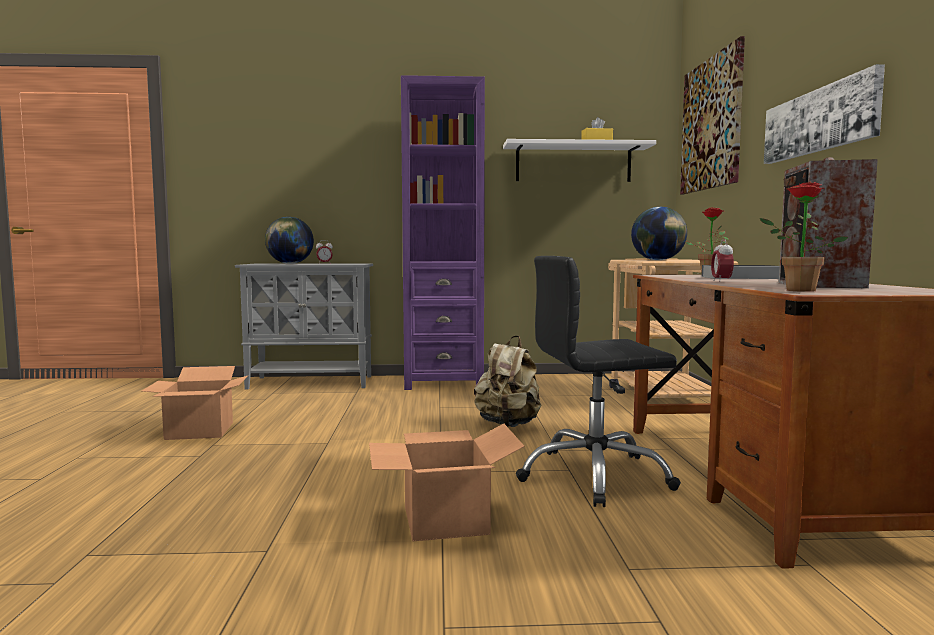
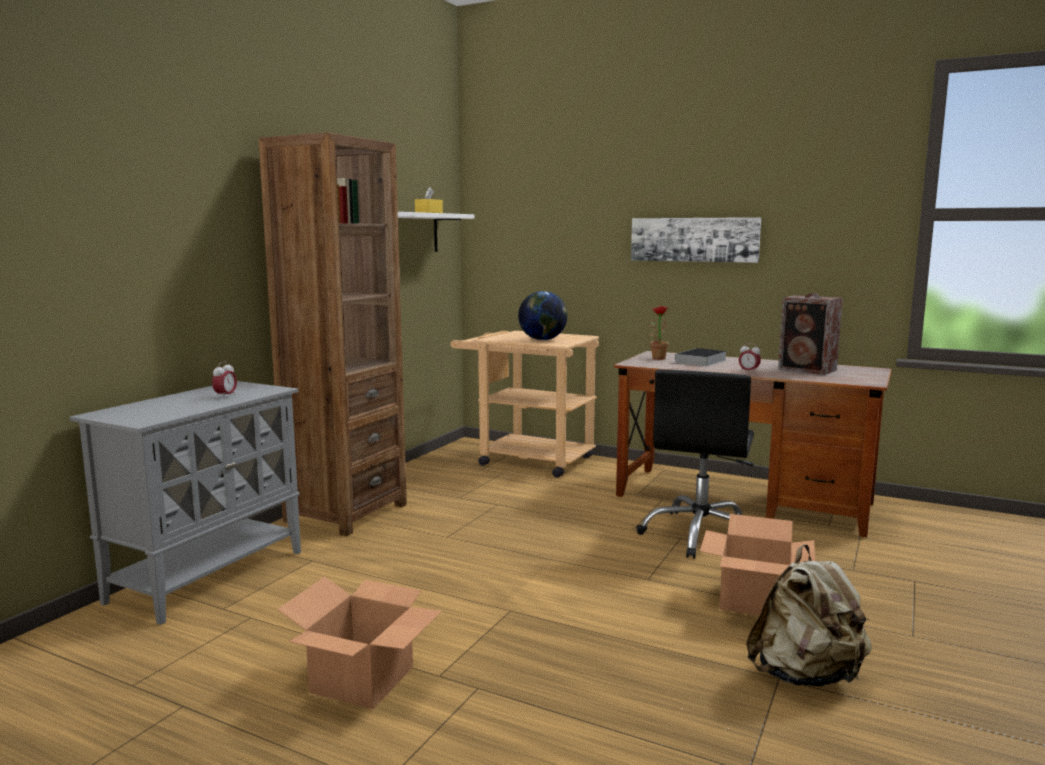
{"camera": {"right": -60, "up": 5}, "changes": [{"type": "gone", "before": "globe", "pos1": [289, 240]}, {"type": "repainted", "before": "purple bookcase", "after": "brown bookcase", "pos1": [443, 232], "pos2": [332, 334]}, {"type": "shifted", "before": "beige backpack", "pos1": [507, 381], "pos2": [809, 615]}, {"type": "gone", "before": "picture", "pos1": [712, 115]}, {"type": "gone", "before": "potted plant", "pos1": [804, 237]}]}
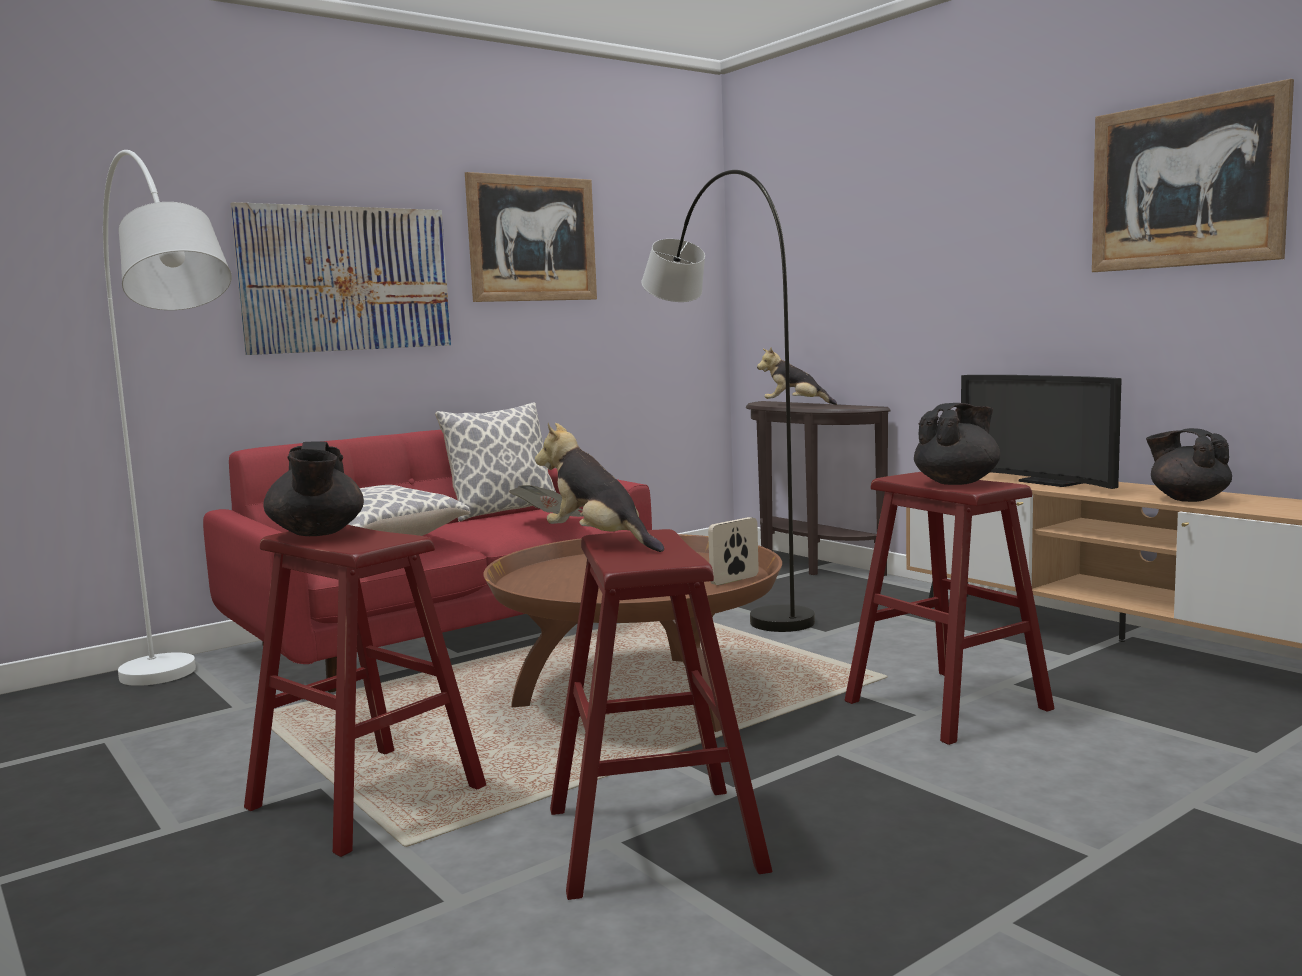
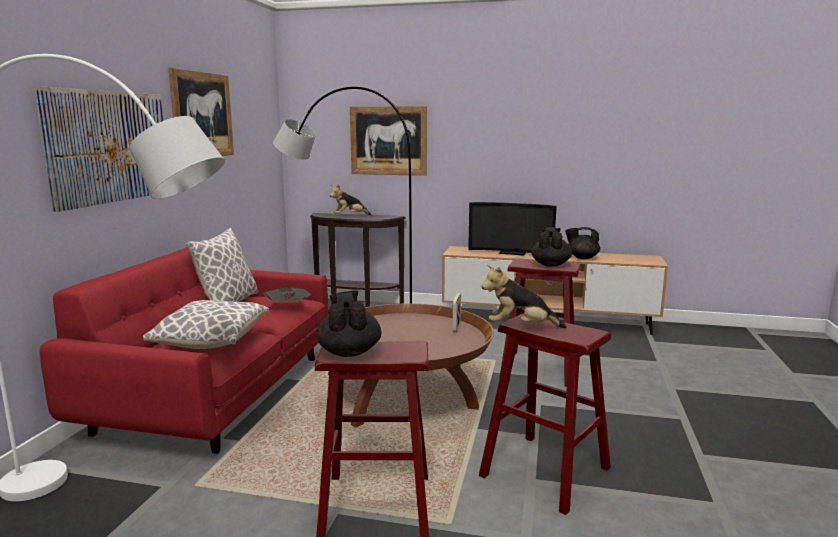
{"camera": {"right": -40, "up": 5}, "changes": [{"type": "rotated", "before": "black teapot", "pos1": [313, 488], "pos2": [349, 323], "turn": -135}, {"type": "shifted", "before": "picture", "pos1": [1193, 175], "pos2": [388, 141]}]}
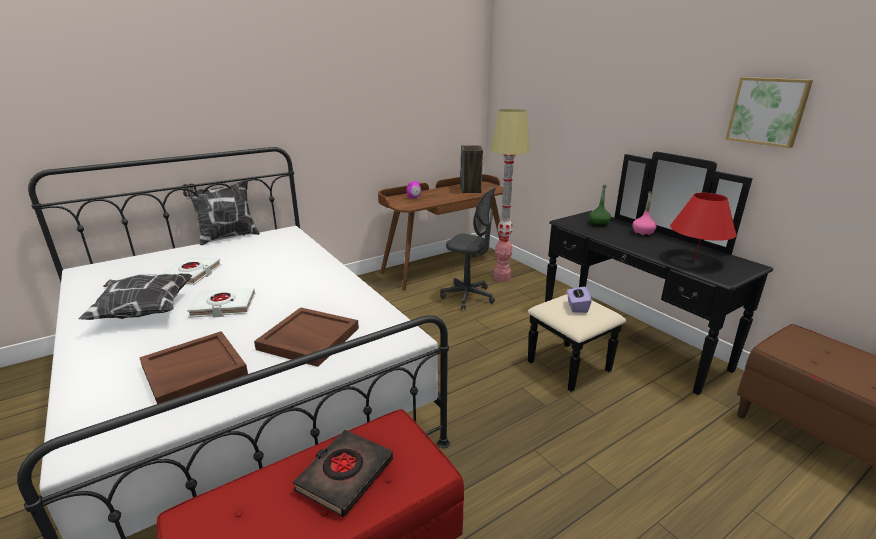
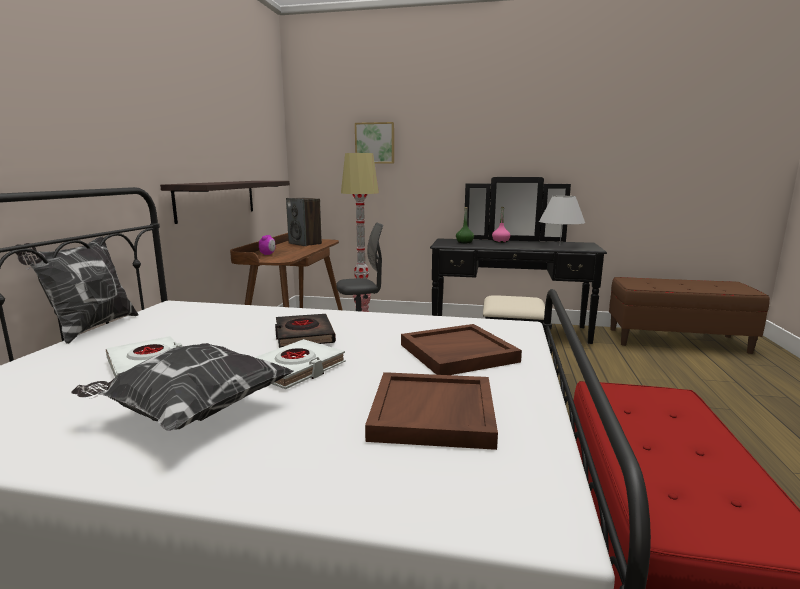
{"camera": {"right": -45, "up": -10}, "changes": [{"type": "shifted", "before": "black book", "pos1": [343, 473], "pos2": [305, 331]}, {"type": "gone", "before": "purple tissue box", "pos1": [579, 300]}, {"type": "repainted", "before": "red table lamp", "after": "white table lamp", "pos1": [703, 226], "pos2": [562, 219]}, {"type": "shifted", "before": "picture", "pos1": [769, 112], "pos2": [374, 143]}, {"type": "new", "after": "shelf", "pos2": [225, 202]}]}
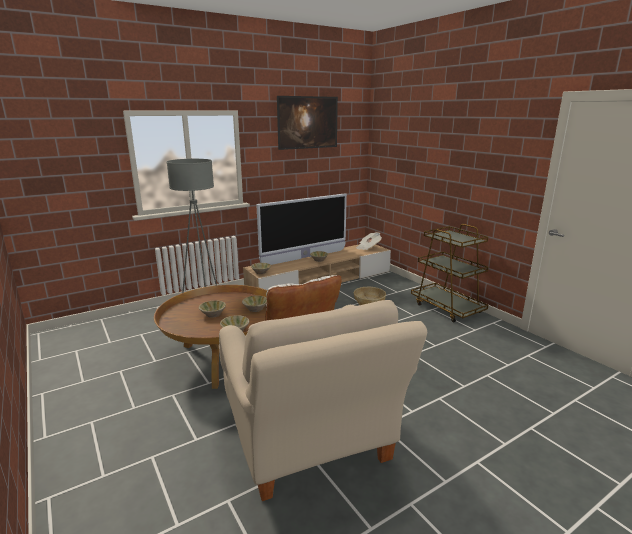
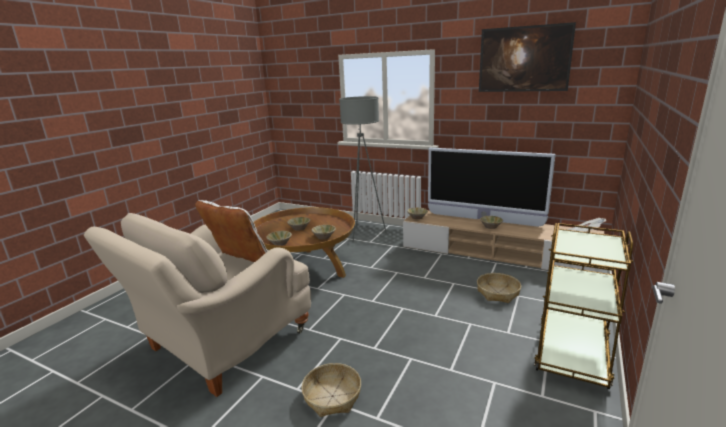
{"camera": {"right": 60, "up": 0}, "changes": [{"type": "new", "after": "basket", "pos2": [331, 390]}]}
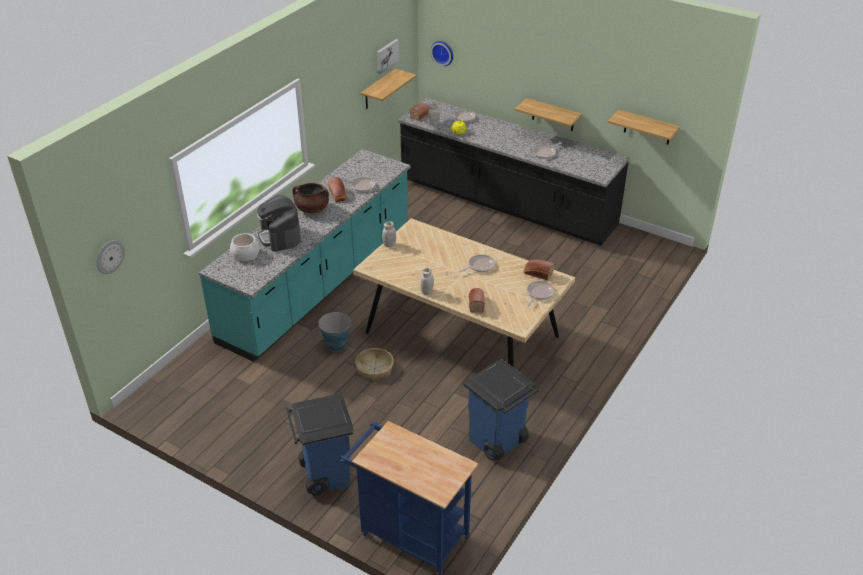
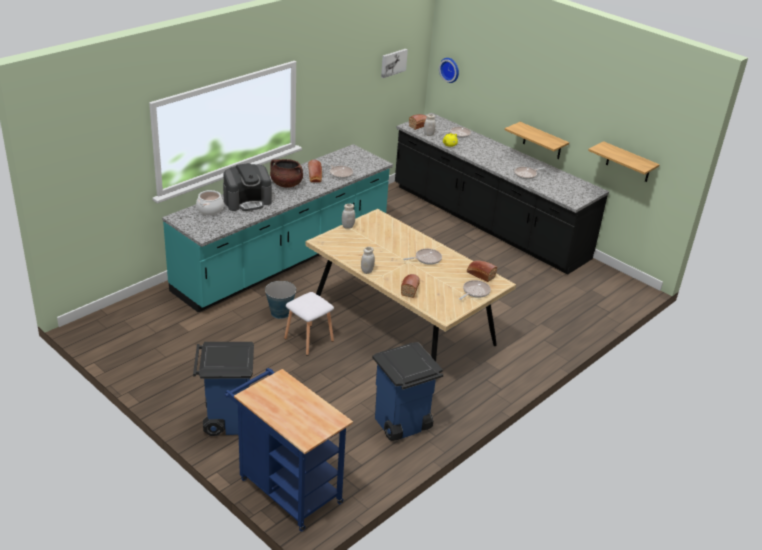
{"camera": {"right": 10, "up": -5}, "changes": [{"type": "gone", "before": "wall clock", "pos1": [110, 257]}, {"type": "rotated", "before": "coffee machine", "pos1": [279, 223], "pos2": [247, 187], "turn": -105}, {"type": "swapped", "before": "basket", "after": "white stool", "pos1": [374, 364], "pos2": [309, 324]}, {"type": "gone", "before": "shelf", "pos1": [389, 89]}]}
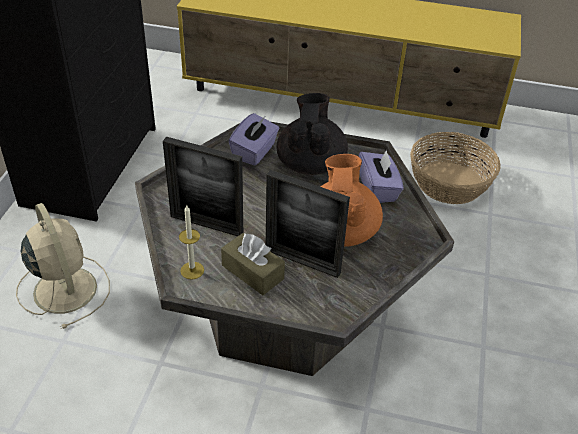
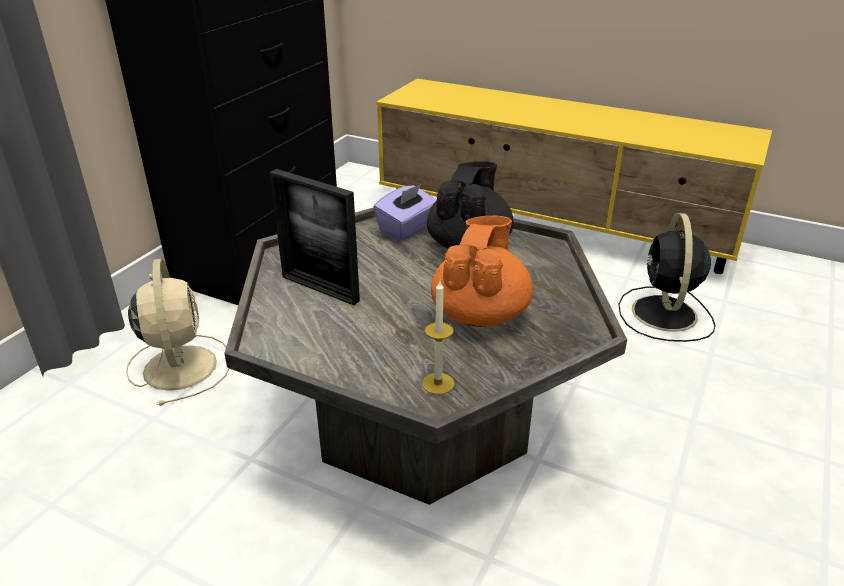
{"camera": {"right": 15, "up": -10}, "changes": [{"type": "shifted", "before": "candle", "pos1": [191, 242], "pos2": [438, 338]}, {"type": "gone", "before": "brown tissue box", "pos1": [253, 264]}, {"type": "gone", "before": "picture frame", "pos1": [308, 224]}, {"type": "gone", "before": "purple tissue box", "pos1": [381, 176]}, {"type": "swapped", "before": "basket", "after": "black fan", "pos1": [455, 168], "pos2": [667, 277]}]}
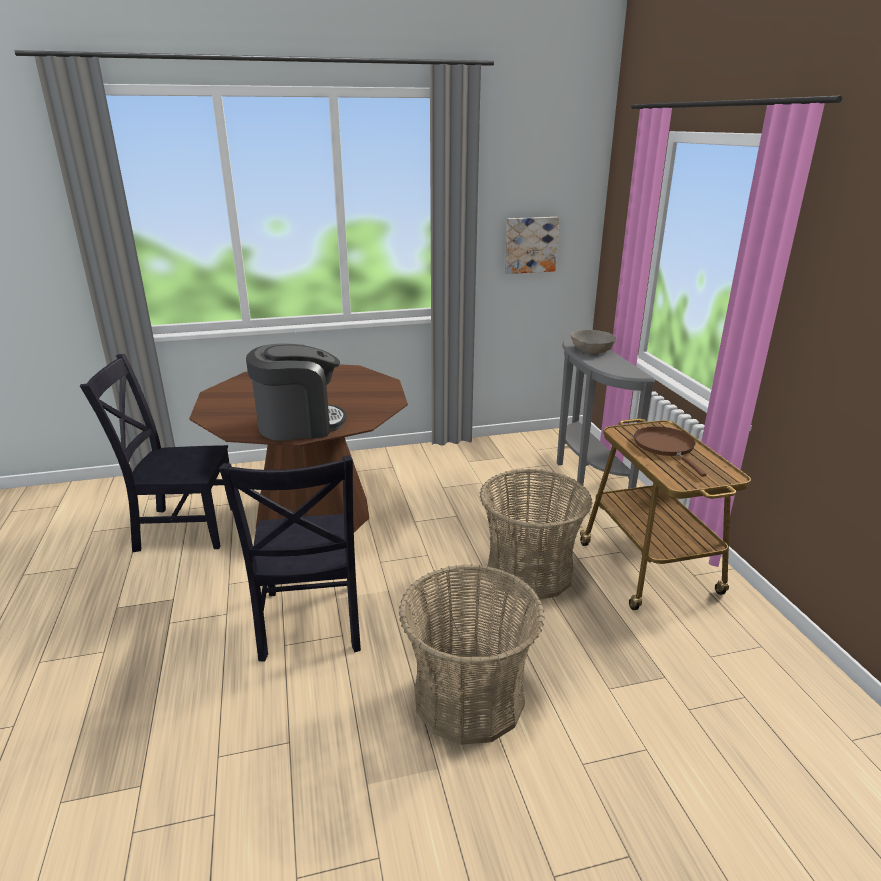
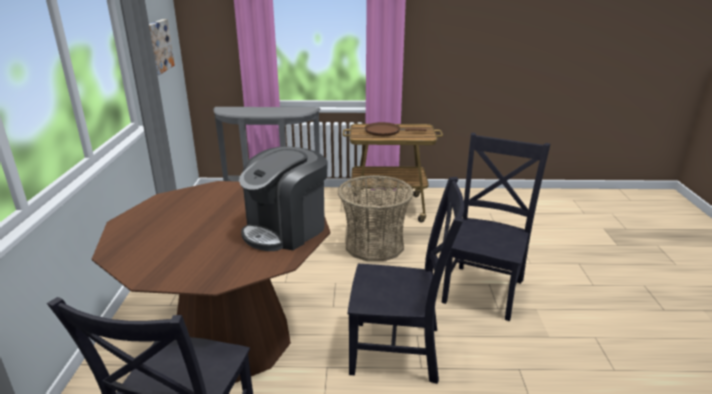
{"camera": {"right": -75, "up": 0}, "changes": [{"type": "rotated", "before": "coffee machine", "pos1": [296, 392], "pos2": [283, 198], "turn": -135}, {"type": "swapped", "before": "basket", "after": "black chair", "pos1": [471, 654], "pos2": [495, 227]}, {"type": "gone", "before": "grey bowl", "pos1": [593, 341]}]}
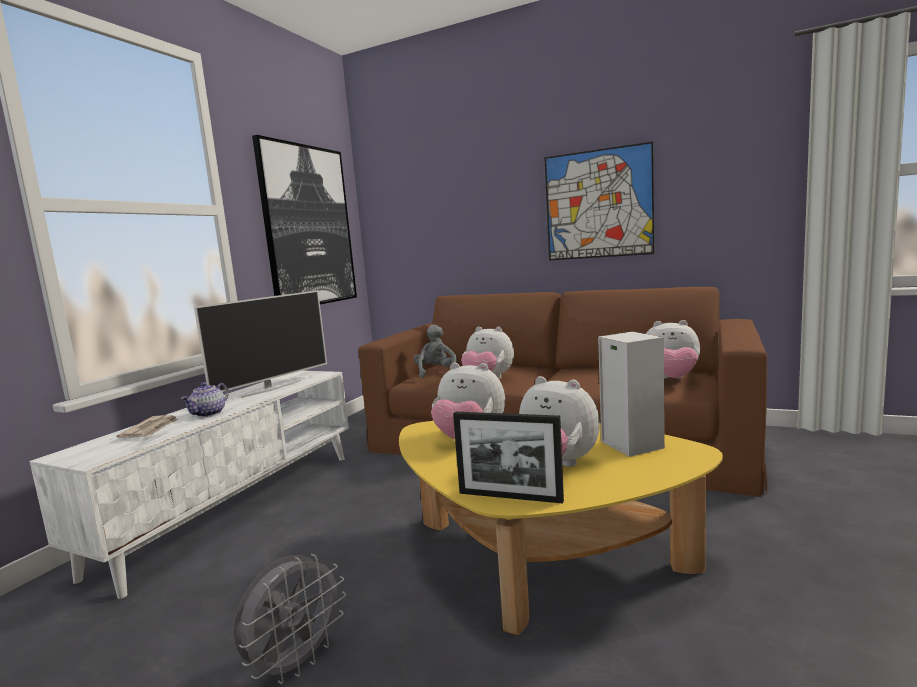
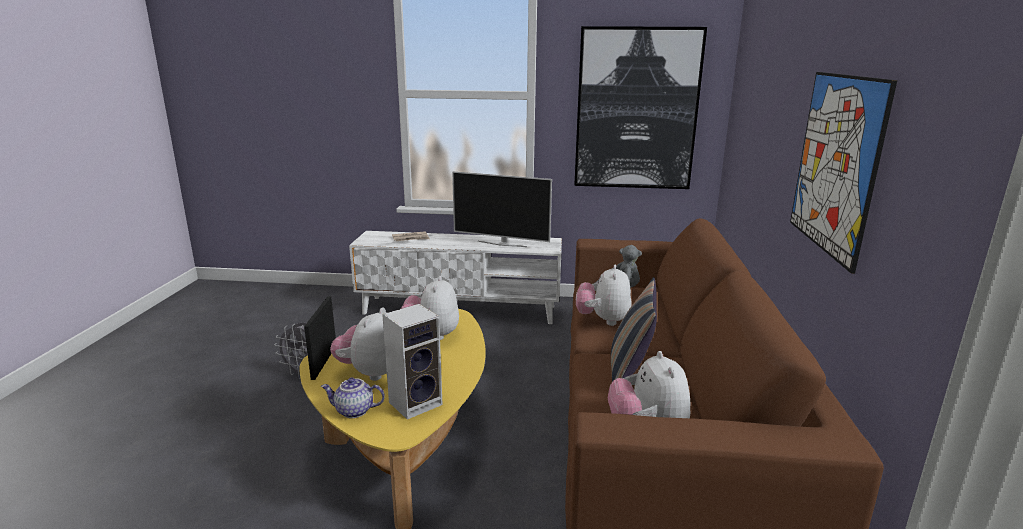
{"camera": {"right": 70, "up": 10}, "changes": [{"type": "shifted", "before": "teapot", "pos1": [205, 399], "pos2": [353, 397]}, {"type": "new", "after": "pillow", "pos2": [634, 329]}]}
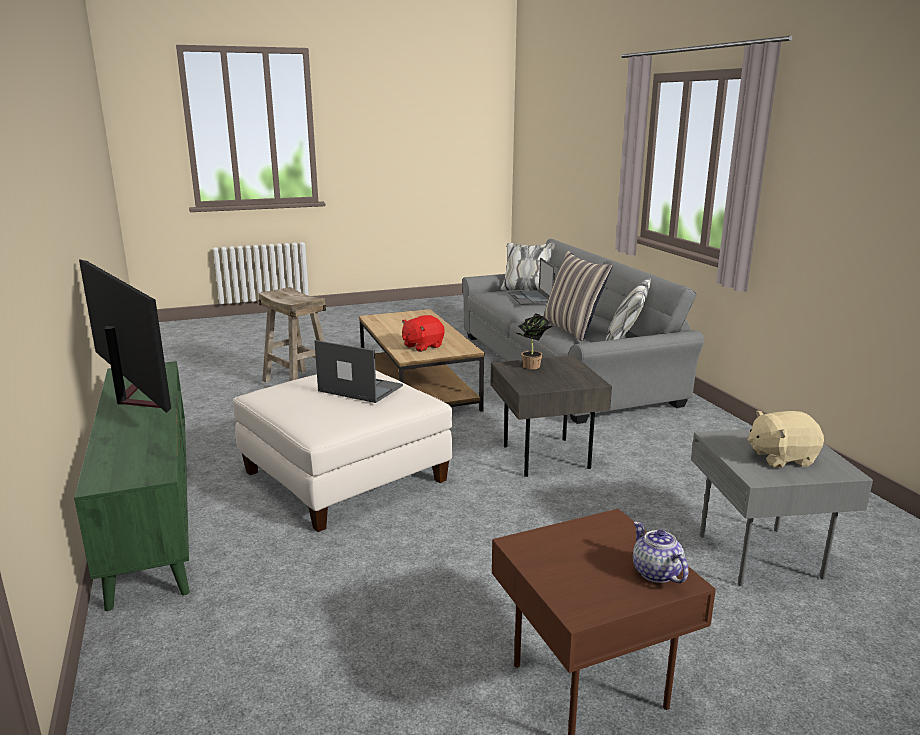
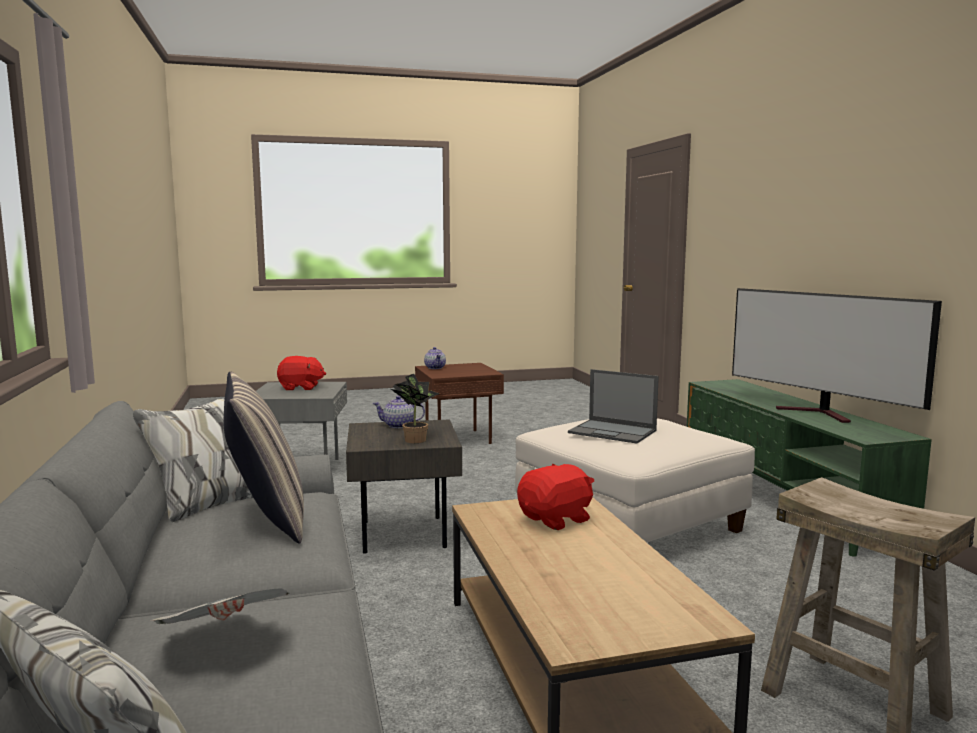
{"camera": {"right": -175, "up": -10}, "changes": [{"type": "swapped", "before": "laptop", "after": "newspaper", "pos1": [531, 281], "pos2": [221, 606]}, {"type": "repainted", "before": "beige plush toy", "after": "red plush toy", "pos1": [786, 439], "pos2": [301, 373]}, {"type": "new", "after": "teapot", "pos2": [399, 412]}]}
